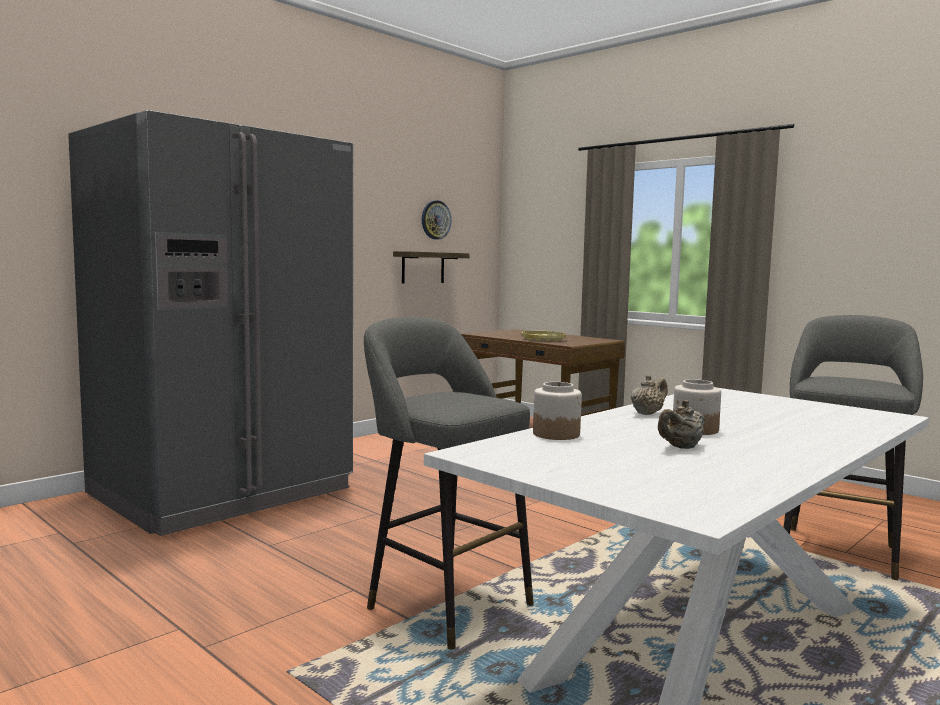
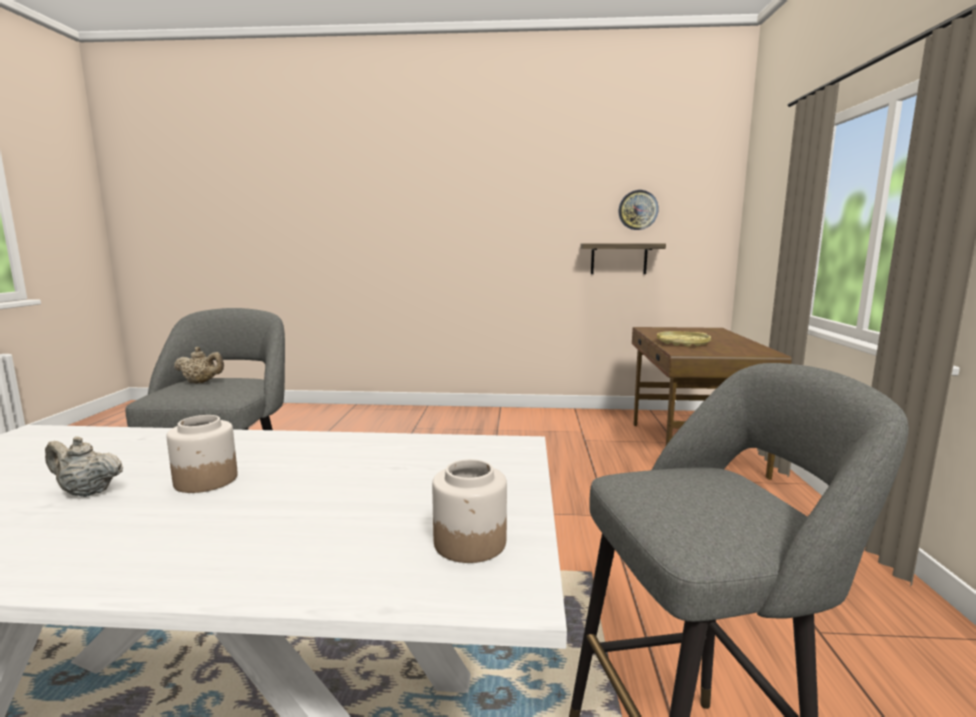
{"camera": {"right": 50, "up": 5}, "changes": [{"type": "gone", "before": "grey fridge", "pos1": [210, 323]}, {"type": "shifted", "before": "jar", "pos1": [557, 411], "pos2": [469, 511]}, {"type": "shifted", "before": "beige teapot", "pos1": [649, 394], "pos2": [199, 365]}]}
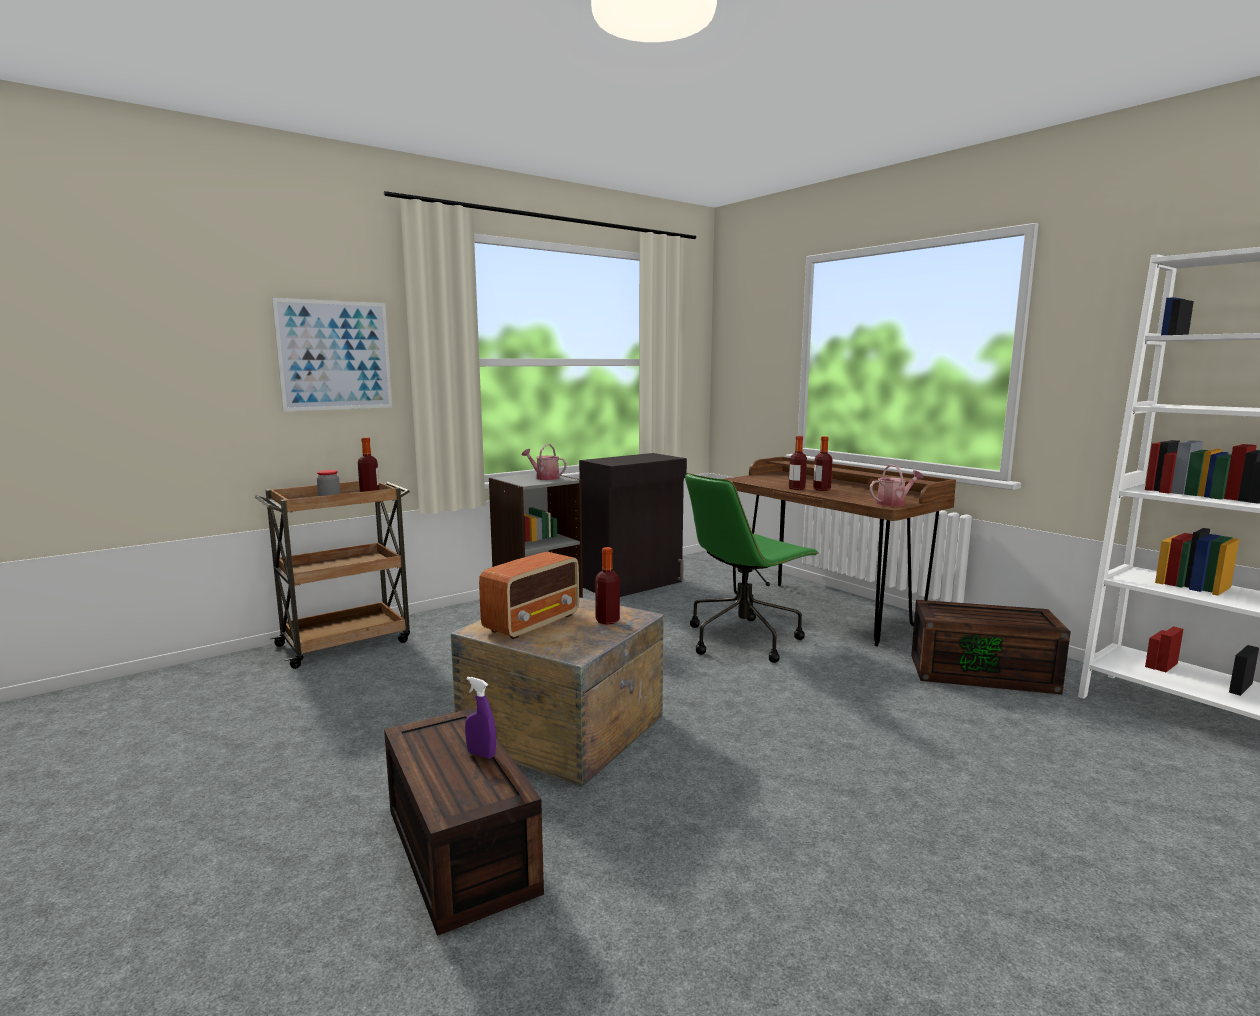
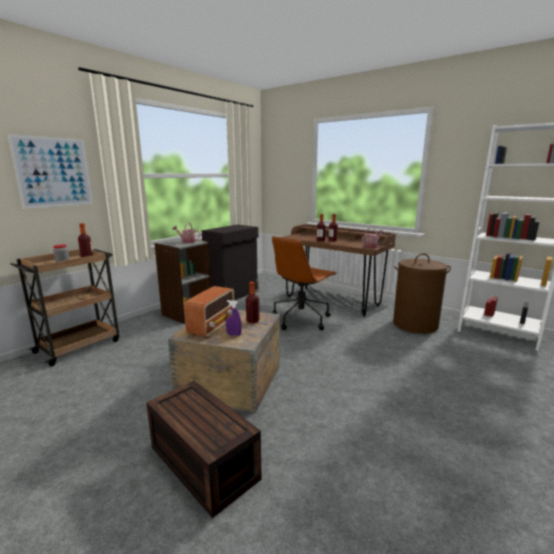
{"camera": {"right": -15, "up": 5}, "changes": [{"type": "shifted", "before": "purple spray bottle", "pos1": [480, 718], "pos2": [234, 318]}, {"type": "repainted", "before": "green office chair", "after": "brown office chair", "pos1": [752, 568], "pos2": [304, 283]}, {"type": "swapped", "before": "brown storage box", "after": "brown laundry basket", "pos1": [991, 647], "pos2": [422, 293]}]}
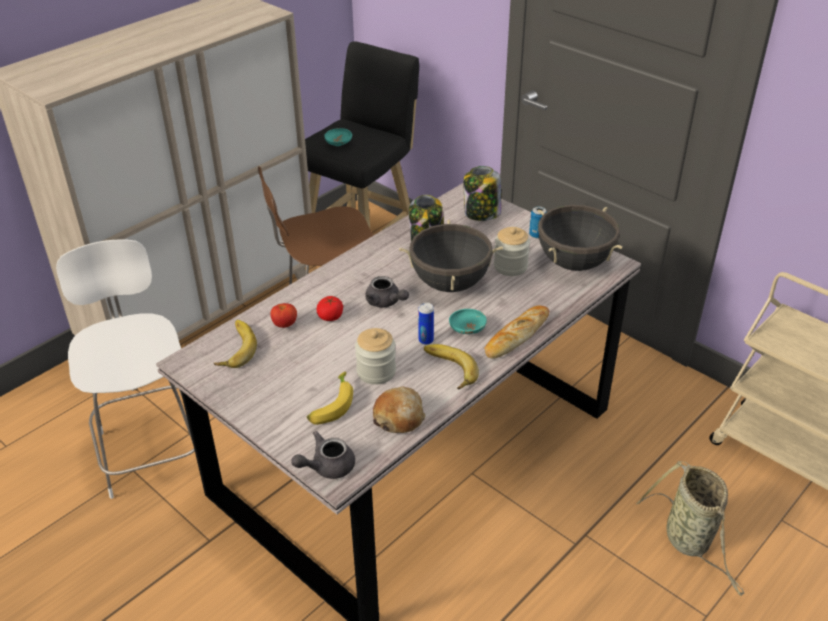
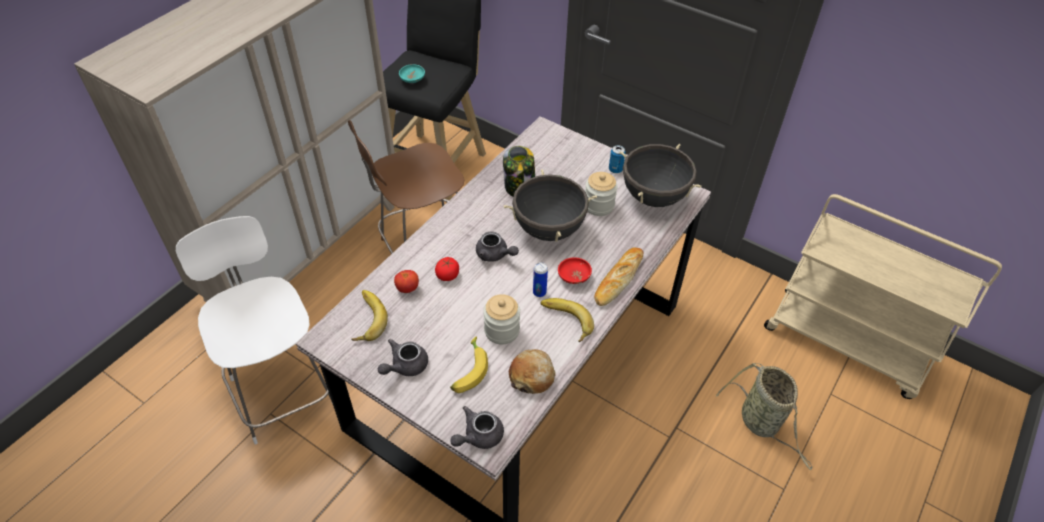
{"camera": {"right": -10, "up": 10}, "changes": [{"type": "repainted", "before": "turquoise bowl", "after": "red bowl", "pos1": [468, 321], "pos2": [575, 270]}, {"type": "gone", "before": "jar", "pos1": [482, 193]}, {"type": "new", "after": "grey teapot", "pos2": [403, 357]}]}
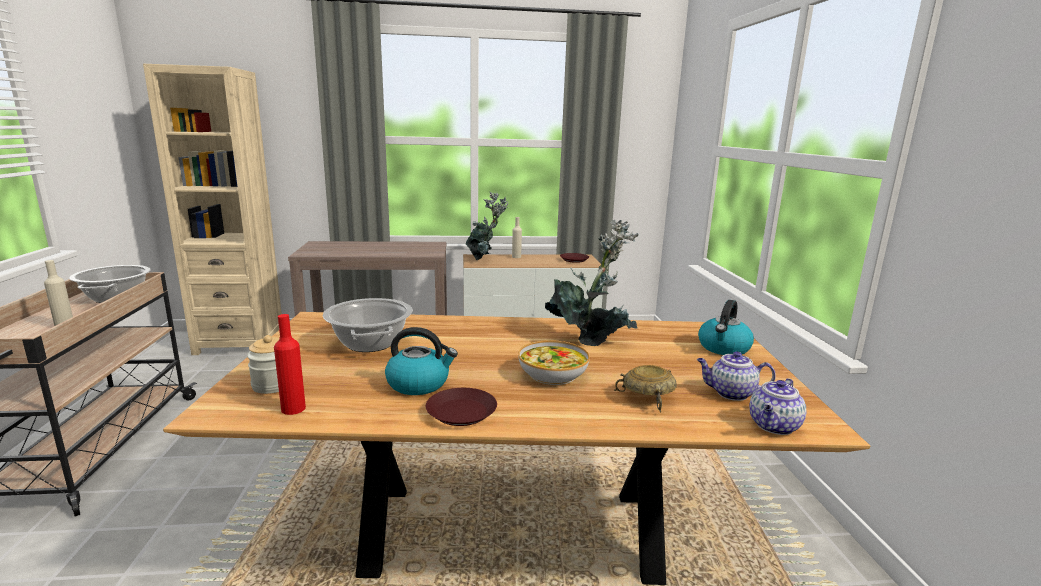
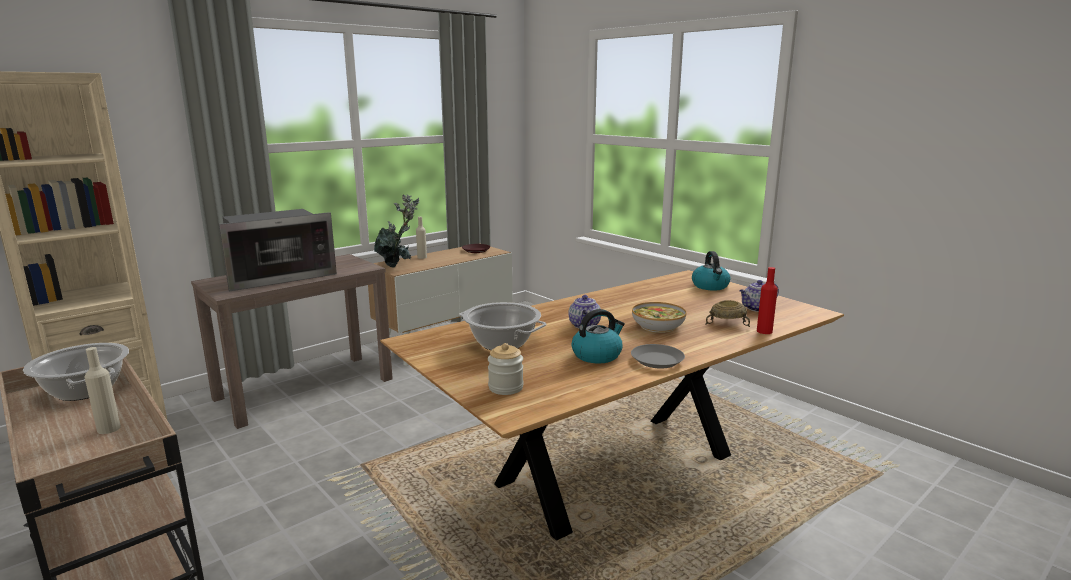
{"camera": {"right": -35, "up": 0}, "changes": [{"type": "shifted", "before": "red bottle", "pos1": [290, 364], "pos2": [767, 300]}, {"type": "repainted", "before": "brown plate", "after": "grey plate", "pos1": [461, 407], "pos2": [658, 356]}, {"type": "gone", "before": "potted plant", "pos1": [592, 283]}, {"type": "shifted", "before": "teapot", "pos1": [778, 406], "pos2": [584, 311]}, {"type": "new", "after": "microwave", "pos2": [278, 250]}]}
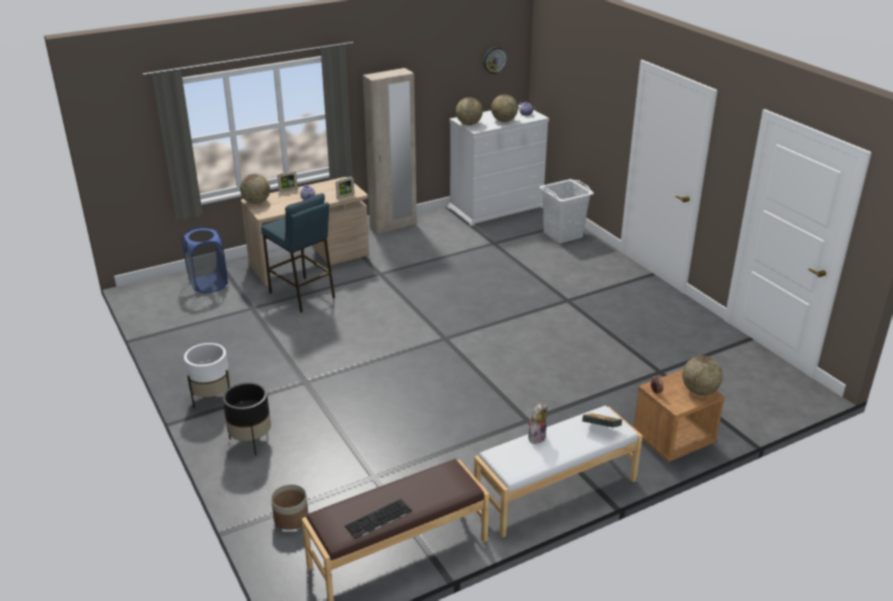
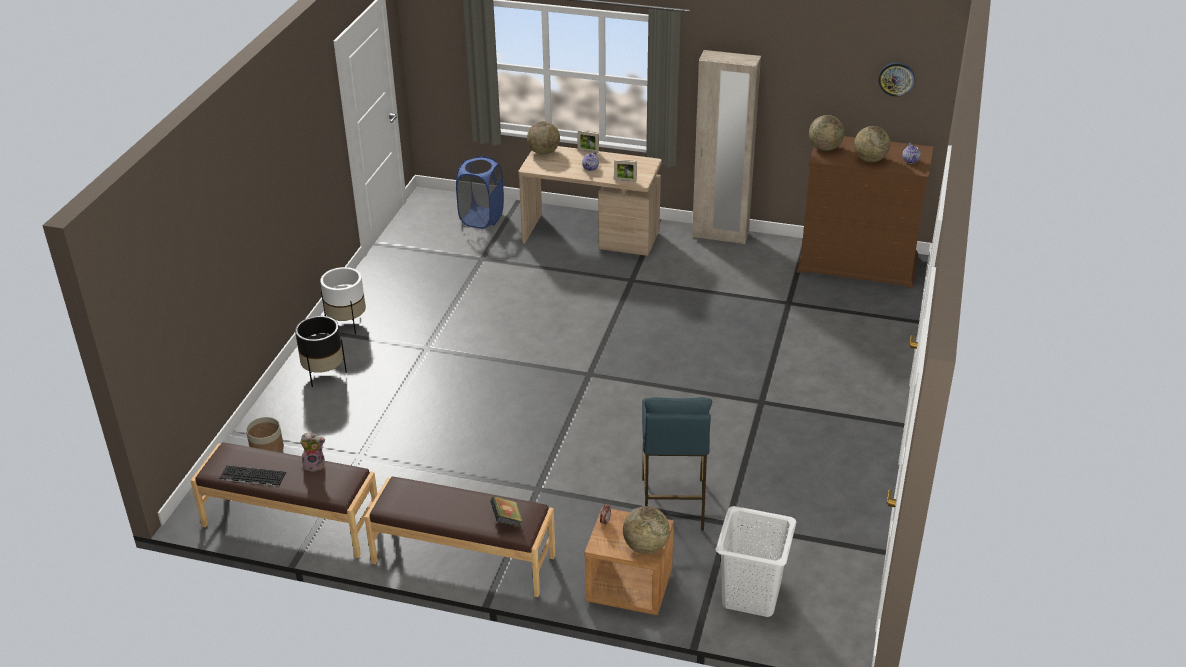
{"camera": {"right": 45, "up": 5}, "changes": [{"type": "shifted", "before": "blue stool", "pos1": [298, 253], "pos2": [677, 464]}, {"type": "repainted", "before": "white dresser", "after": "brown dresser", "pos1": [498, 165], "pos2": [865, 212]}, {"type": "repainted", "before": "white bench", "after": "brown bench", "pos1": [558, 472], "pos2": [459, 536]}, {"type": "shifted", "before": "plush toy", "pos1": [537, 423], "pos2": [312, 452]}, {"type": "shifted", "before": "white laundry basket", "pos1": [566, 211], "pos2": [756, 561]}]}
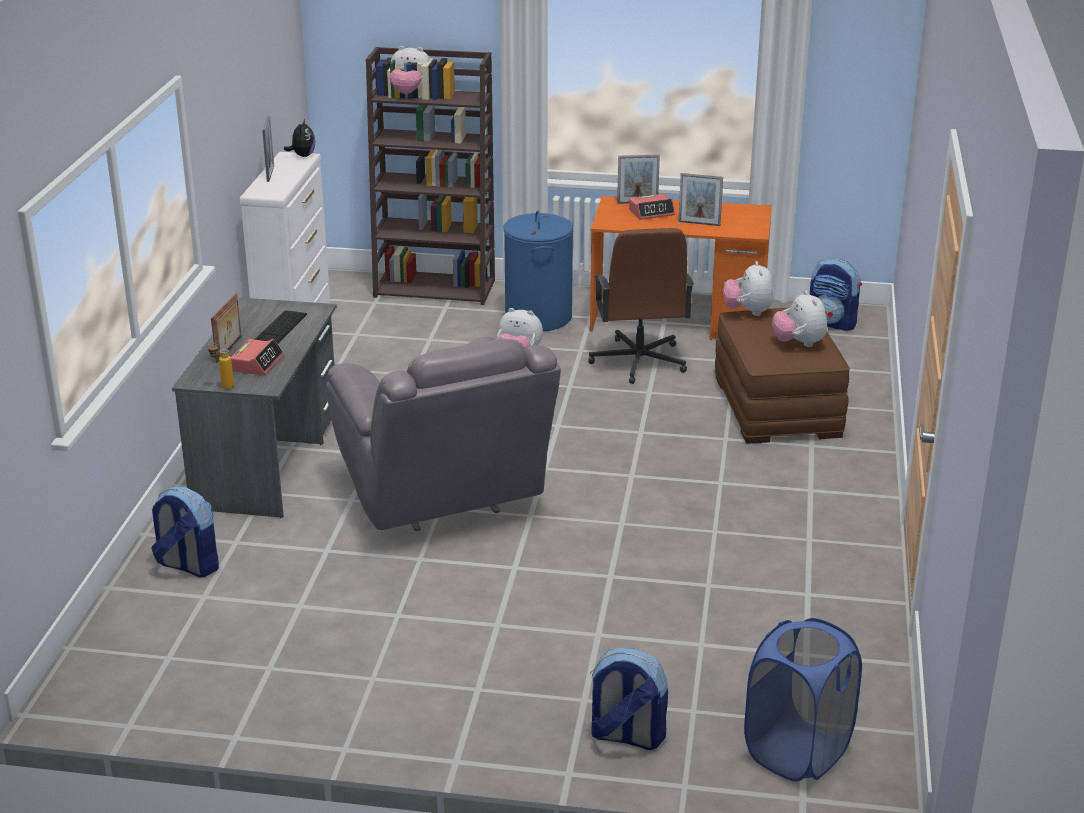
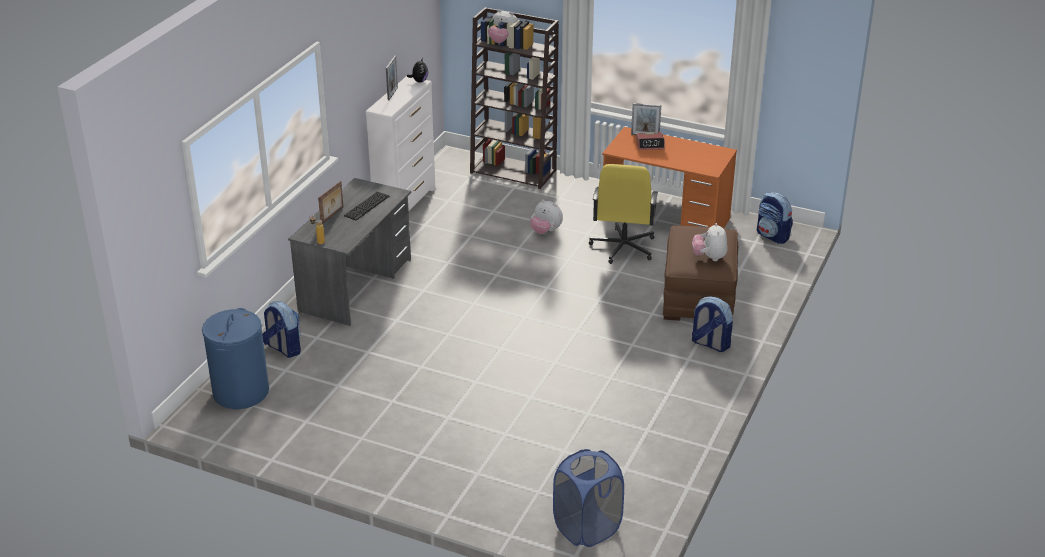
{"camera": {"right": 15, "up": 5}, "changes": [{"type": "gone", "before": "alarm clock", "pos1": [257, 357]}, {"type": "gone", "before": "grey armchair", "pos1": [443, 433]}, {"type": "shifted", "before": "blue laundry basket", "pos1": [538, 270], "pos2": [235, 358]}, {"type": "repainted", "before": "brown office chair", "after": "yellow office chair", "pos1": [641, 306], "pos2": [623, 214]}, {"type": "shifted", "before": "backpack", "pos1": [629, 699], "pos2": [712, 324]}, {"type": "gone", "before": "picture frame", "pos1": [701, 199]}, {"type": "gone", "before": "plush toy", "pos1": [748, 288]}]}
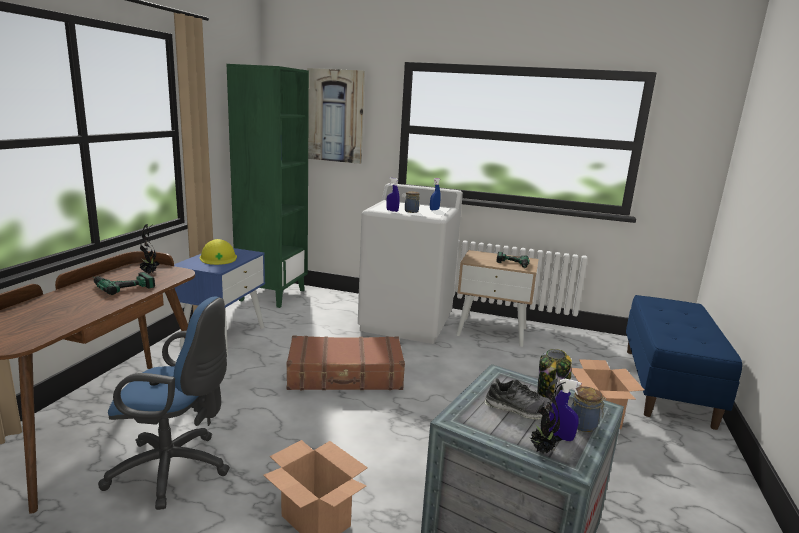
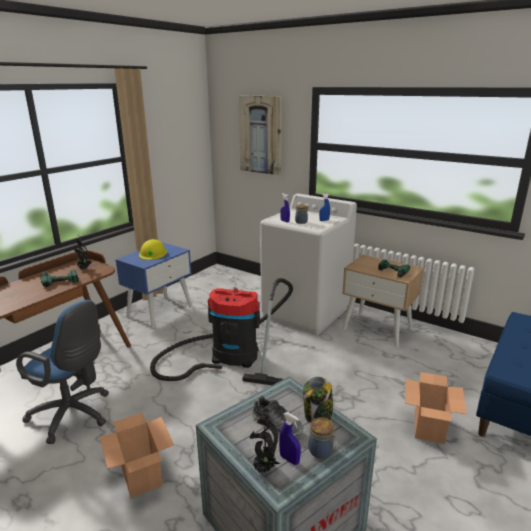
{"camera": {"right": 20, "up": 5}, "changes": [{"type": "gone", "before": "green bookcase", "pos1": [268, 186]}, {"type": "swapped", "before": "brown suitcase", "after": "vacuum cleaner", "pos1": [345, 363], "pos2": [221, 331]}]}
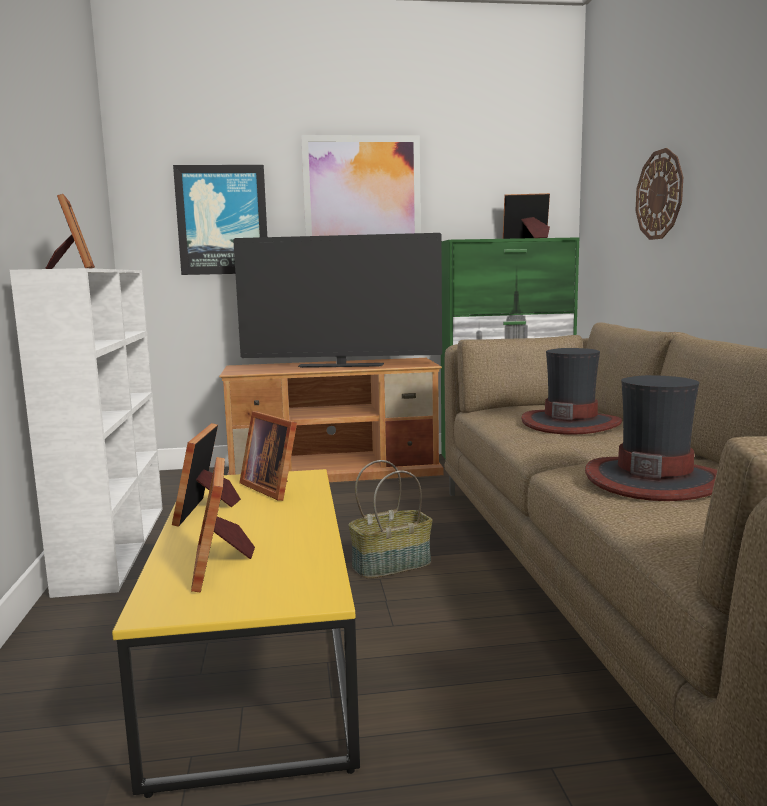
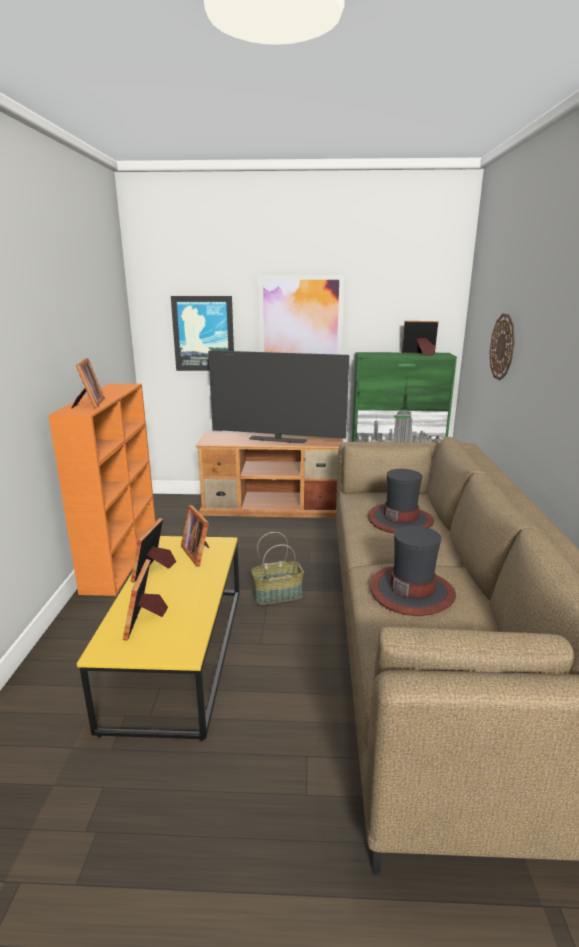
{"camera": {"right": 10, "up": 10}, "changes": [{"type": "repainted", "before": "white bookcase", "after": "orange bookcase", "pos1": [86, 433], "pos2": [102, 490]}]}
